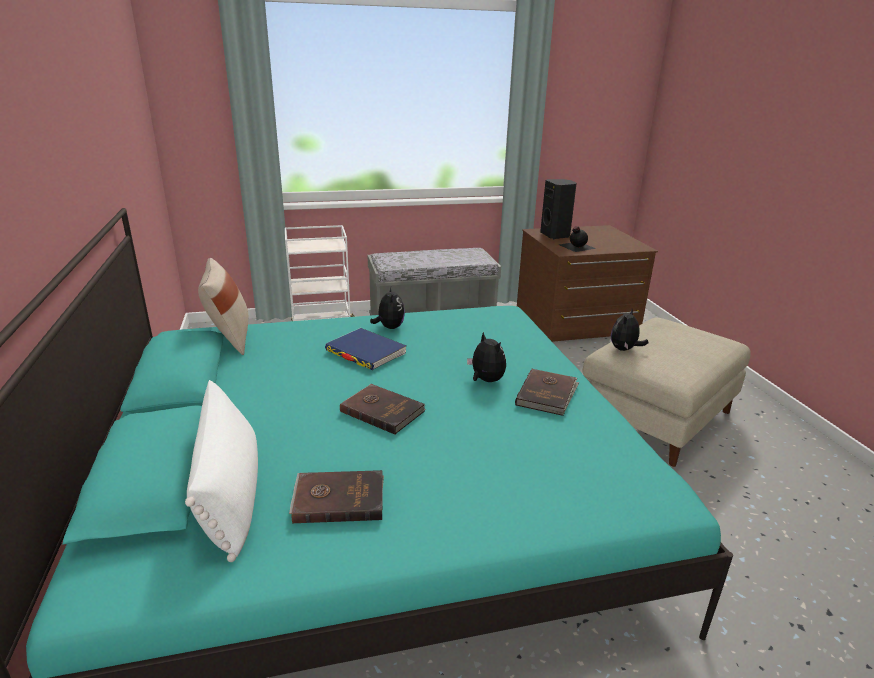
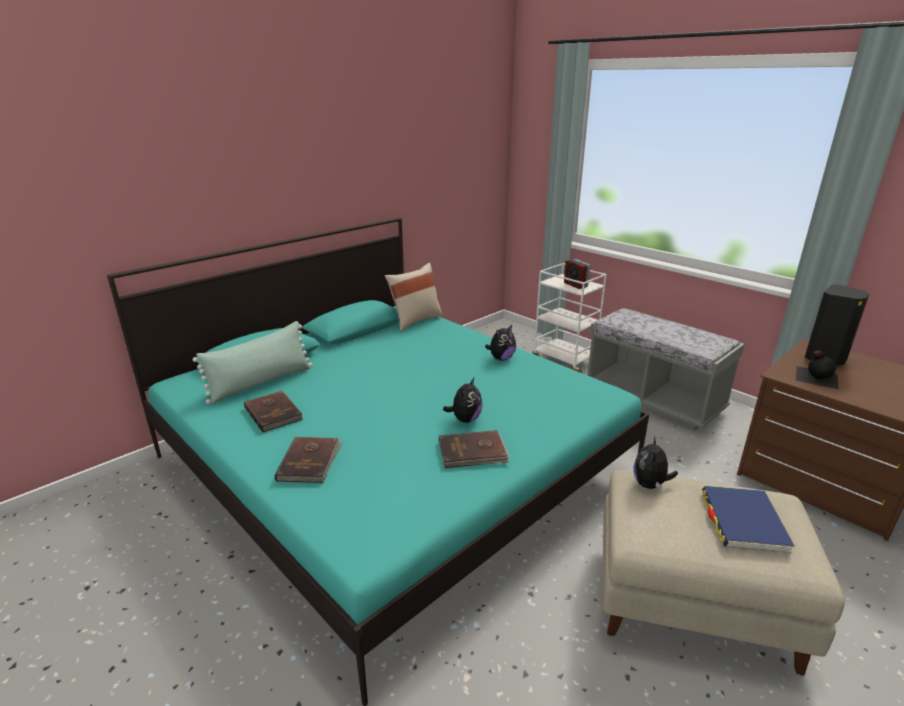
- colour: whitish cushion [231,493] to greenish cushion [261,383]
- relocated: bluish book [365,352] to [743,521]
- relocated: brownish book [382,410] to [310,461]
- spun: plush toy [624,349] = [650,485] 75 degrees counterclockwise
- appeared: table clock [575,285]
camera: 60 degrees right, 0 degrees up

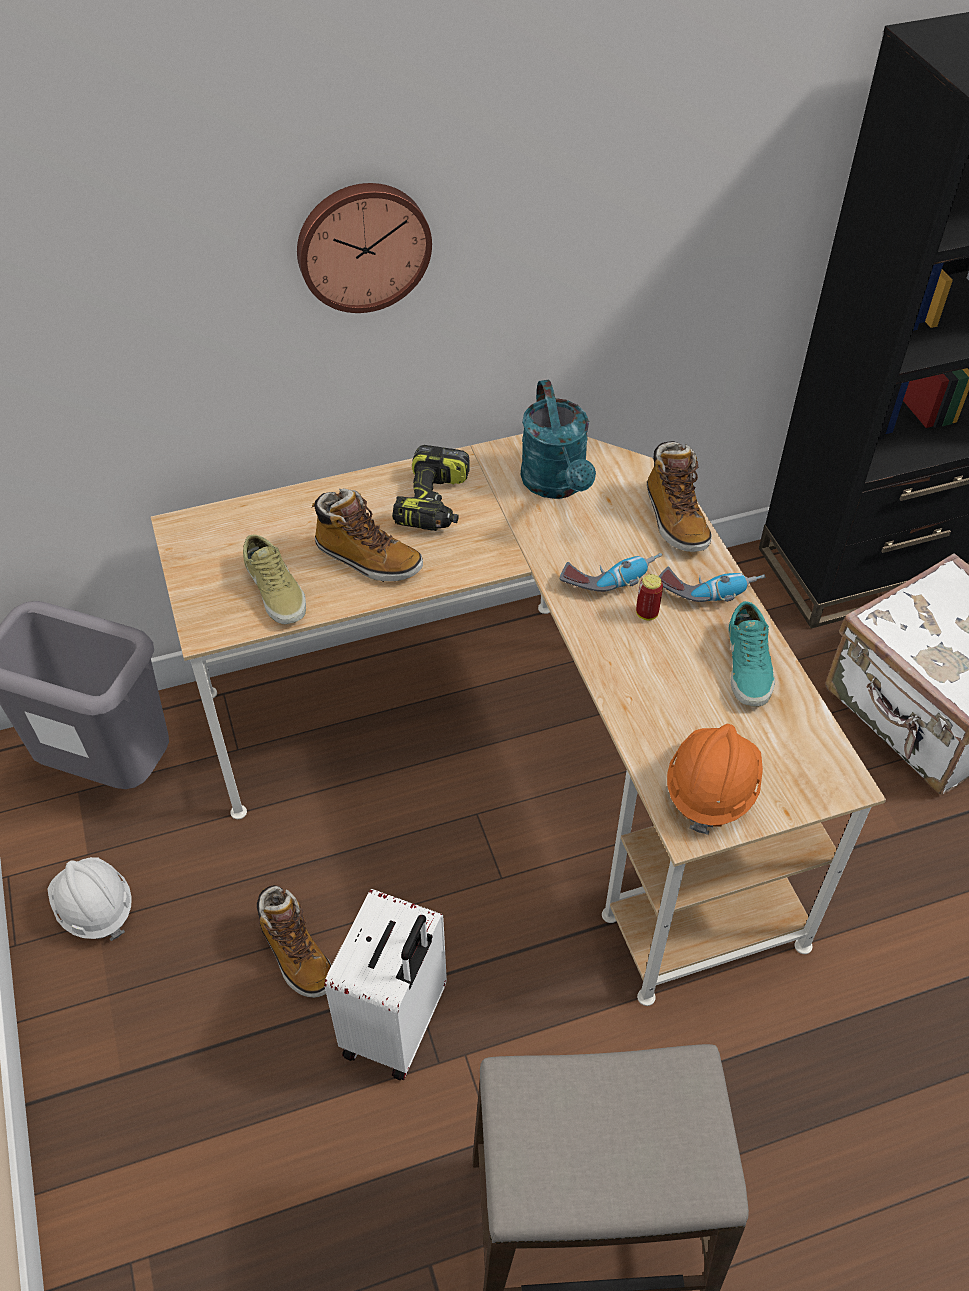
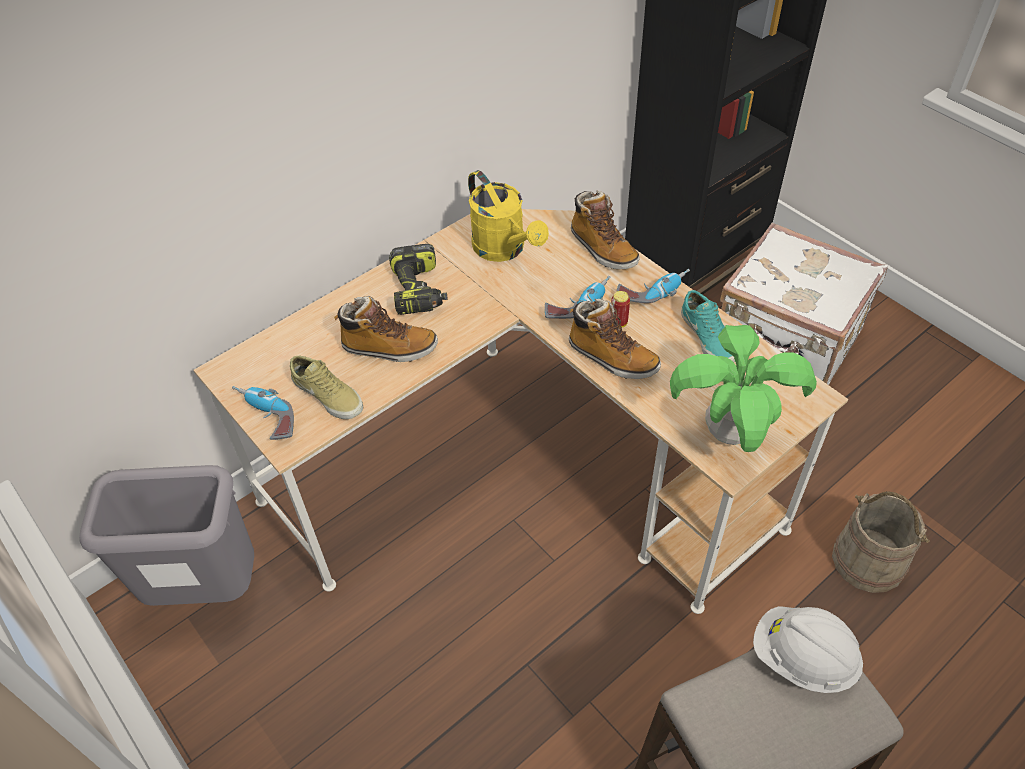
- relocated: whitish hard hat [94,908] to [802,658]
- relocated: boot [296,955] to [612,358]
- missing: wall clock [362,245]
- missing: whitish travel case [397,1025]
- colour: turquoise watering pot [557,485] to yellowish watering pot [505,249]
- exchanged: orangey hard hat [711,789] to houseplant [729,433]
- appeared: power drill [265,417]
- appeared: beige-coloured pail [869,560]
camera: 20 degrees left, 0 degrees up

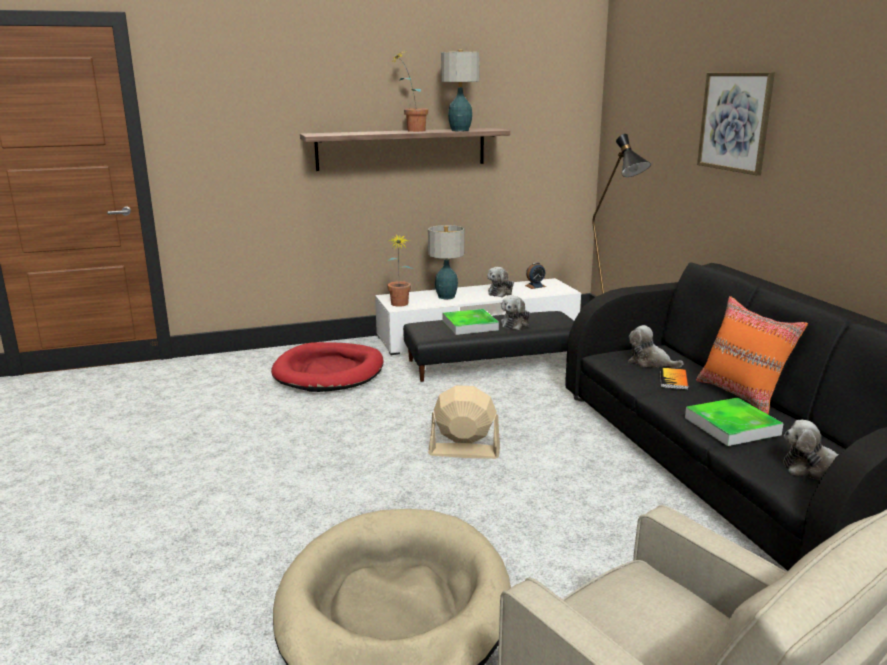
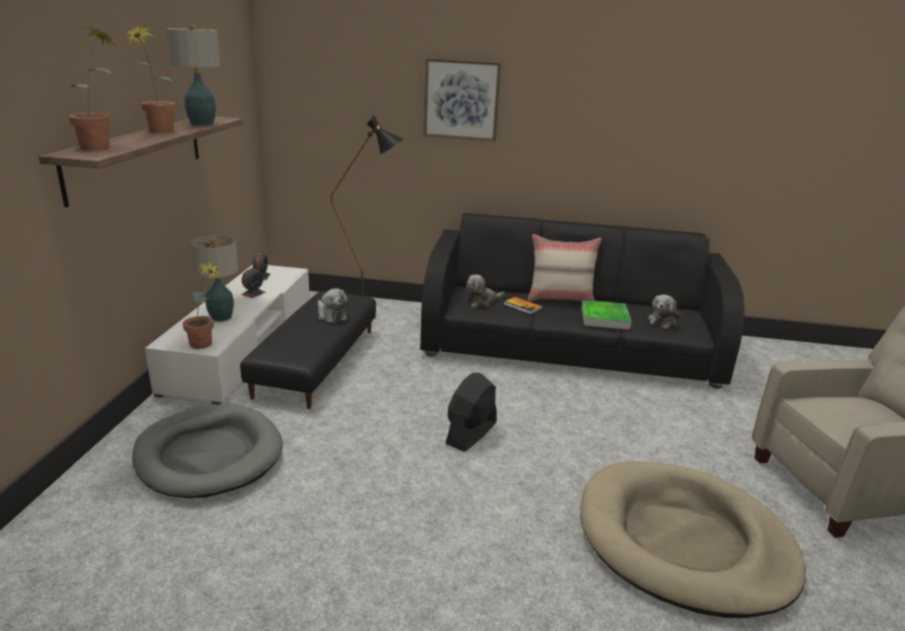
- colour: red dog bed [329,372] to greyish dog bed [209,455]
- colour: beige-coloured electric fan [463,451] to black-coloured electric fan [471,433]
- missing: tray [470,325]
- exchanged: plush toy [501,292] to table clock [253,293]
- colour: orangey cushion [741,395] to beige-coloured cushion [560,299]
- appeared: houseplant [102,146]
camera: 65 degrees left, 5 degrees up

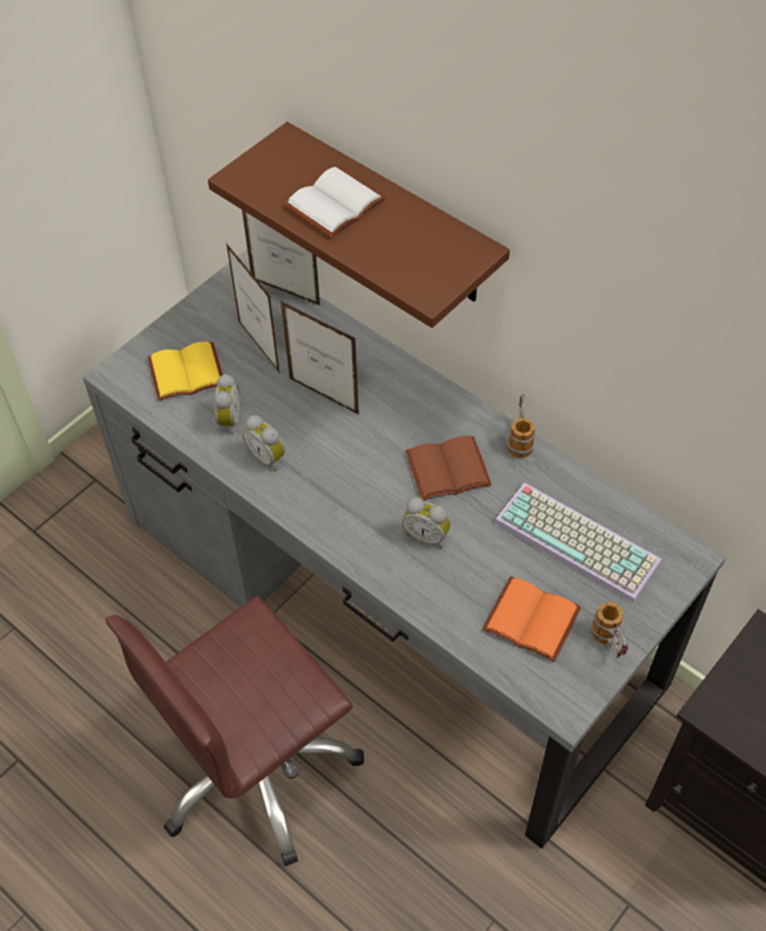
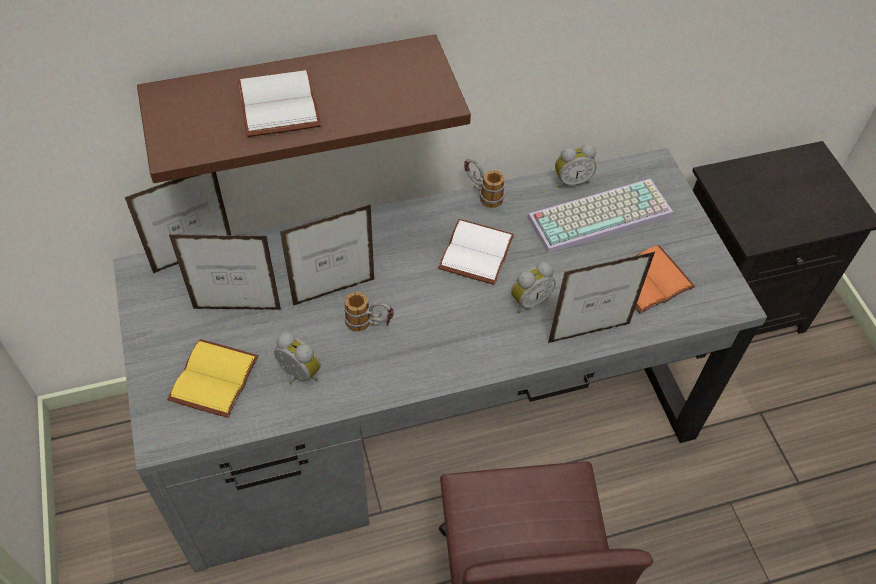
- relocated: table clock [268,457] to [571,181]
- colour: brownish book [448,467] to whitish book [474,251]
- relocated: coffee mug [609,643] to [369,324]
- appeared: picture frame [589,333]
camera: 60 degrees left, 0 degrees up

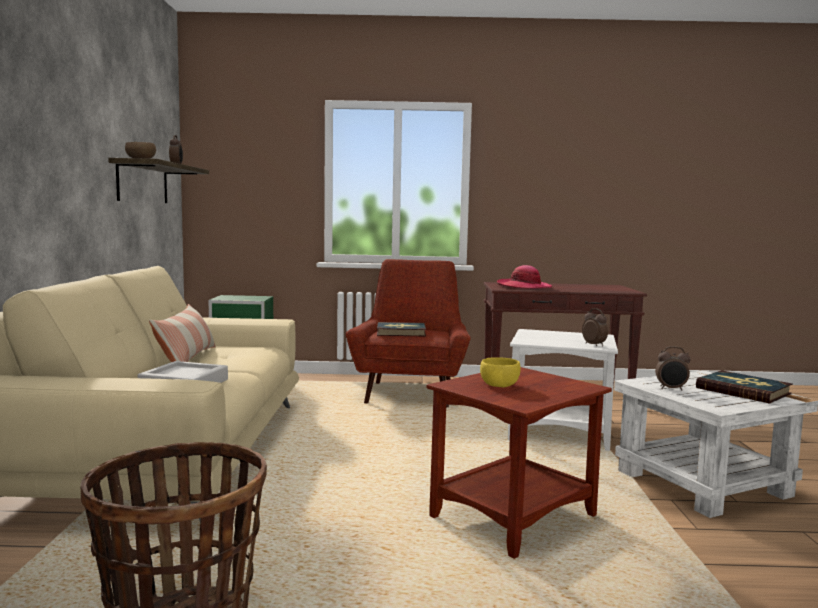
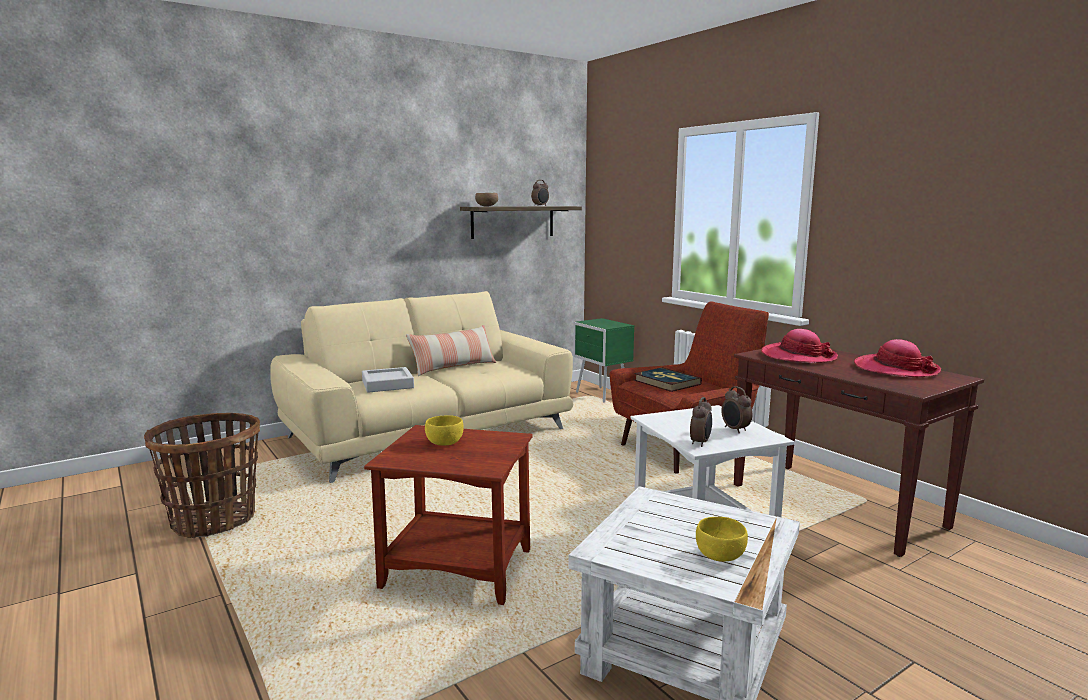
- relocated: table clock [671,389] to [735,430]
- exchanged: book [743,391] to yellowish deep dish [720,555]
- appeared: wearable hat [895,369]
camera: 55 degrees right, 5 degrees up

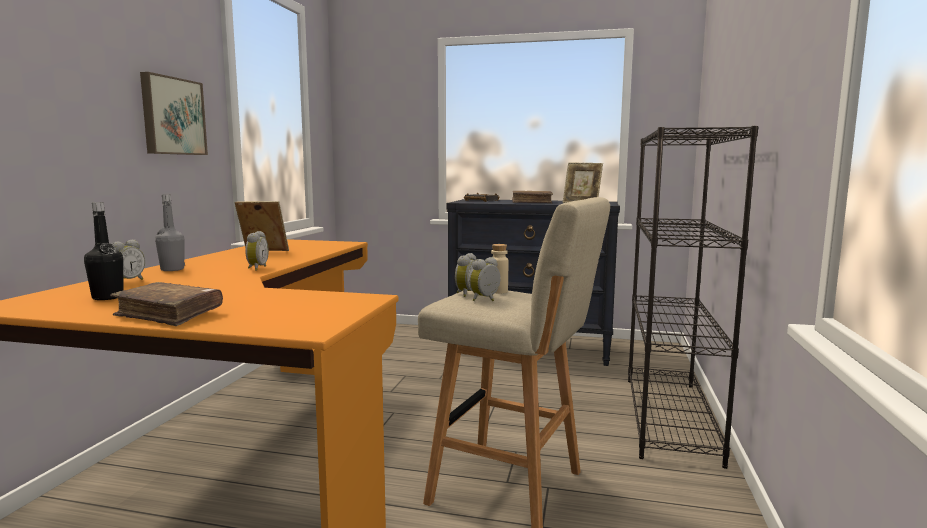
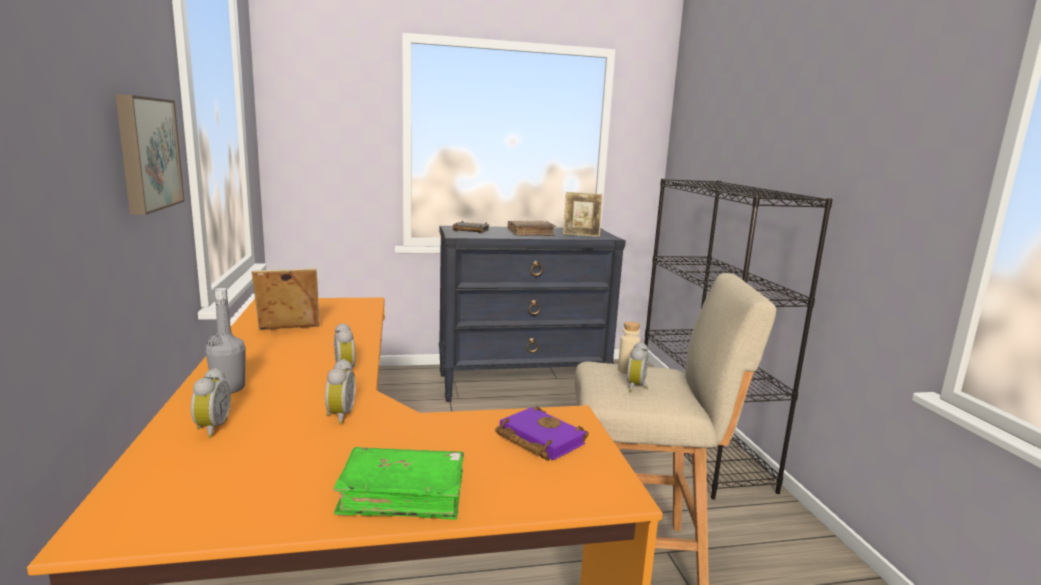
- missing: black-coloured bottle [107,297]
- colour: brownish book [169,314] to greenish book [403,495]
- relocated: table clock [465,294] to [338,416]
- appeared: purplish book [537,439]
camera: 25 degrees left, 5 degrees up

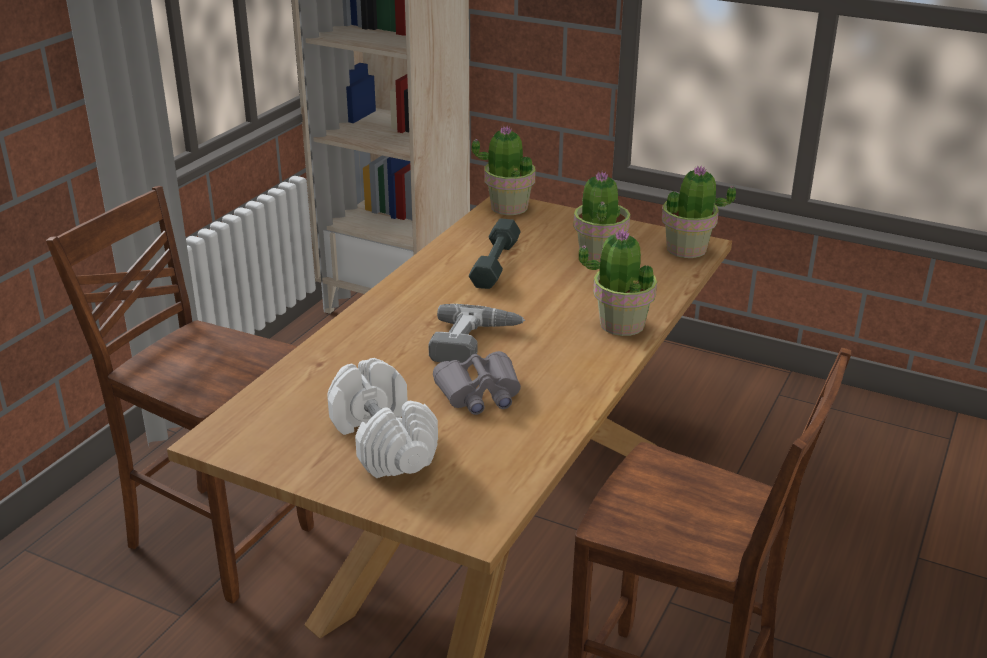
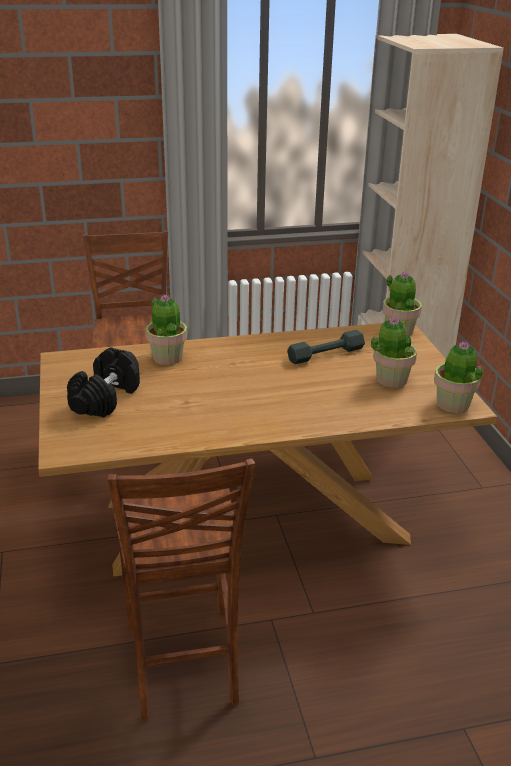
- colour: whitish dumbbell [384,442] to black-coloured dumbbell [106,399]
- missing: power drill [475,343]
- missing: greyish binoculars [479,394]
- relocated: houseplant [621,324] to [167,357]
camera: 50 degrees right, 0 degrees up

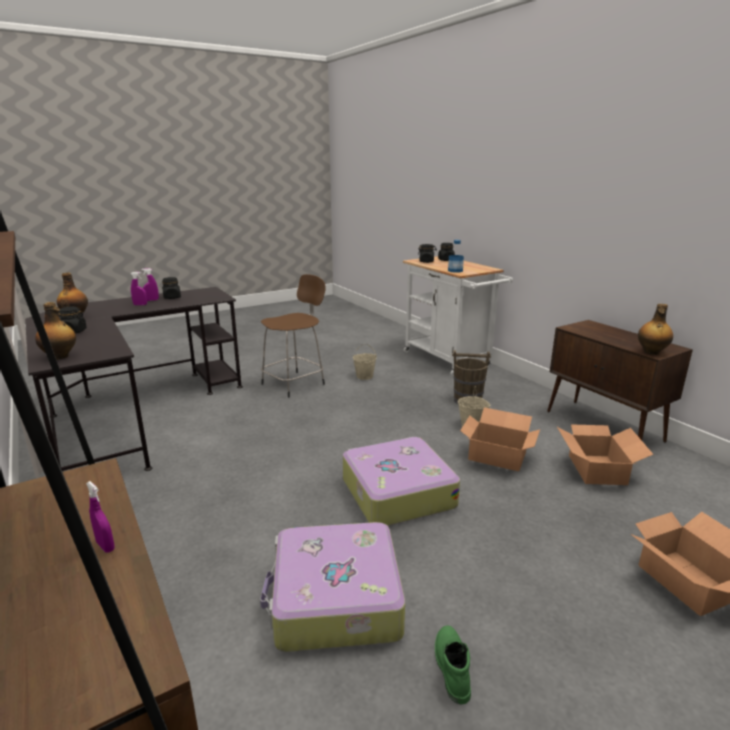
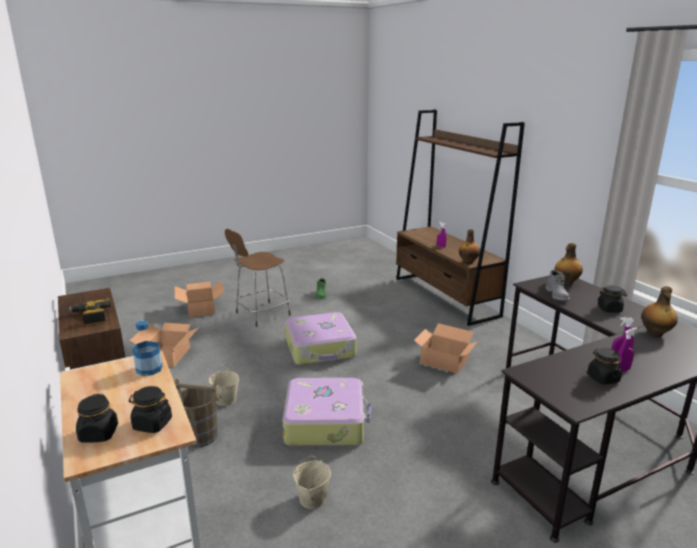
- relocated: travel case [335,599] to [326,422]
- relocated: brownish sitting stool [295,383] to [261,314]
- relocated: packing box [496,455] to [444,361]
- relocated: bottle [651,352] to [468,262]
- appeared: power drill [91,317]
- appeared: greyish boot [557,295]
camera: 175 degrees left, 0 degrees up

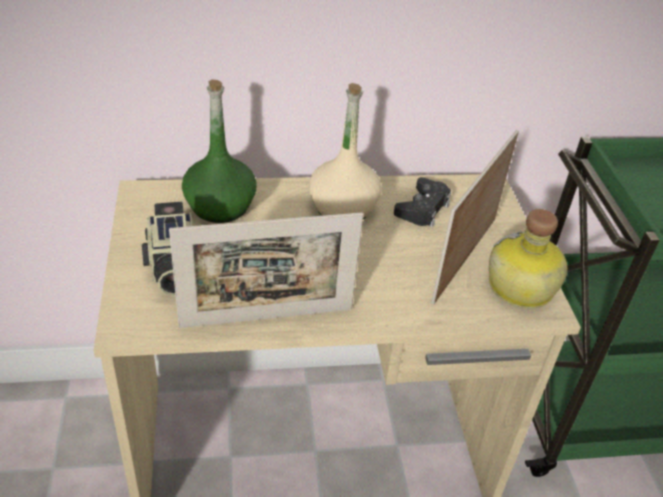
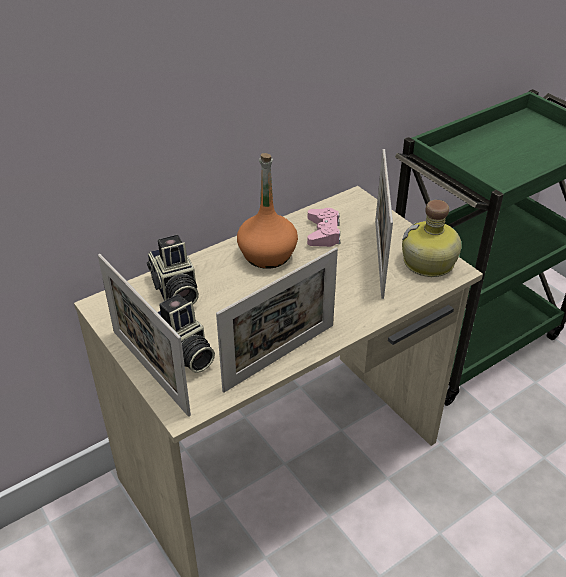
- exchanged: greenish bottle [220,206] to still camera [175,290]
- colour: beige-coloured bottle [343,208] to orangey bottle [267,254]
- colour: black-coloured joypad [422,208] to pinkish joypad [323,233]
- appeared: picture frame [150,371]
camera: 25 degrees left, 0 degrees up

